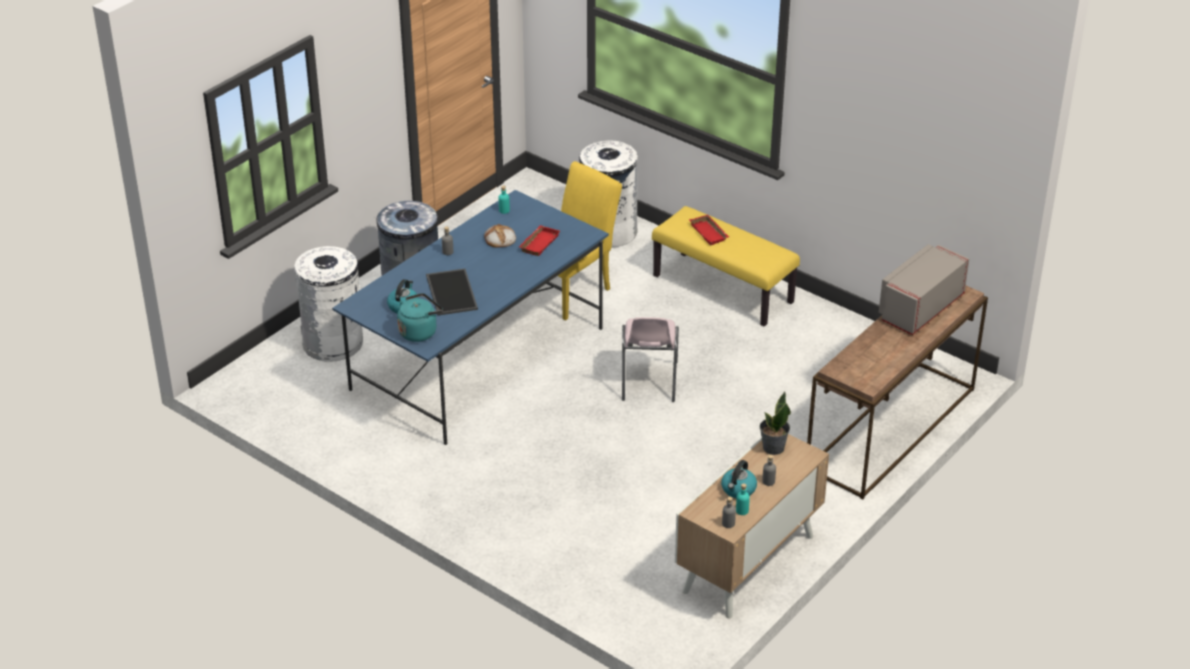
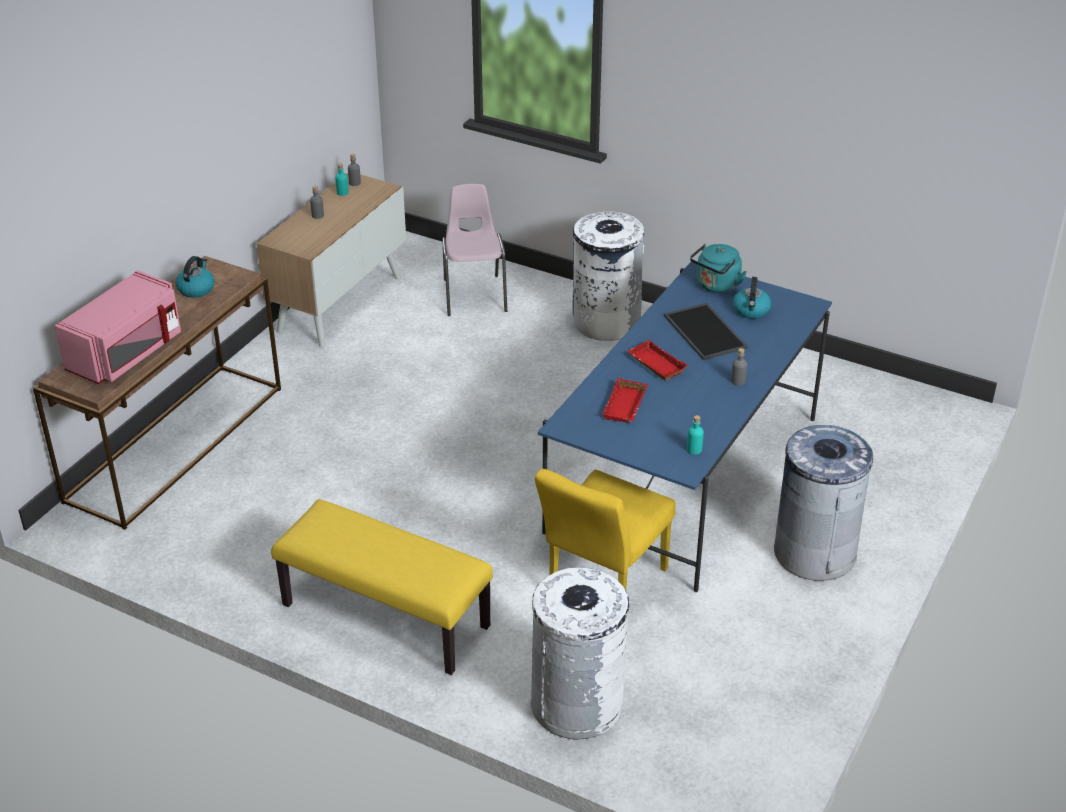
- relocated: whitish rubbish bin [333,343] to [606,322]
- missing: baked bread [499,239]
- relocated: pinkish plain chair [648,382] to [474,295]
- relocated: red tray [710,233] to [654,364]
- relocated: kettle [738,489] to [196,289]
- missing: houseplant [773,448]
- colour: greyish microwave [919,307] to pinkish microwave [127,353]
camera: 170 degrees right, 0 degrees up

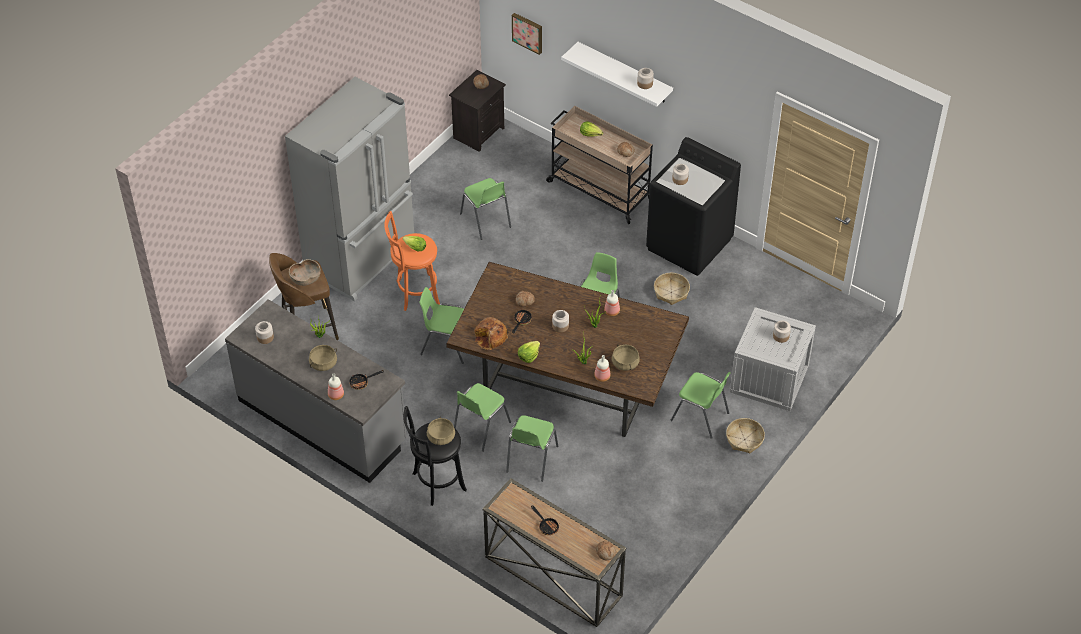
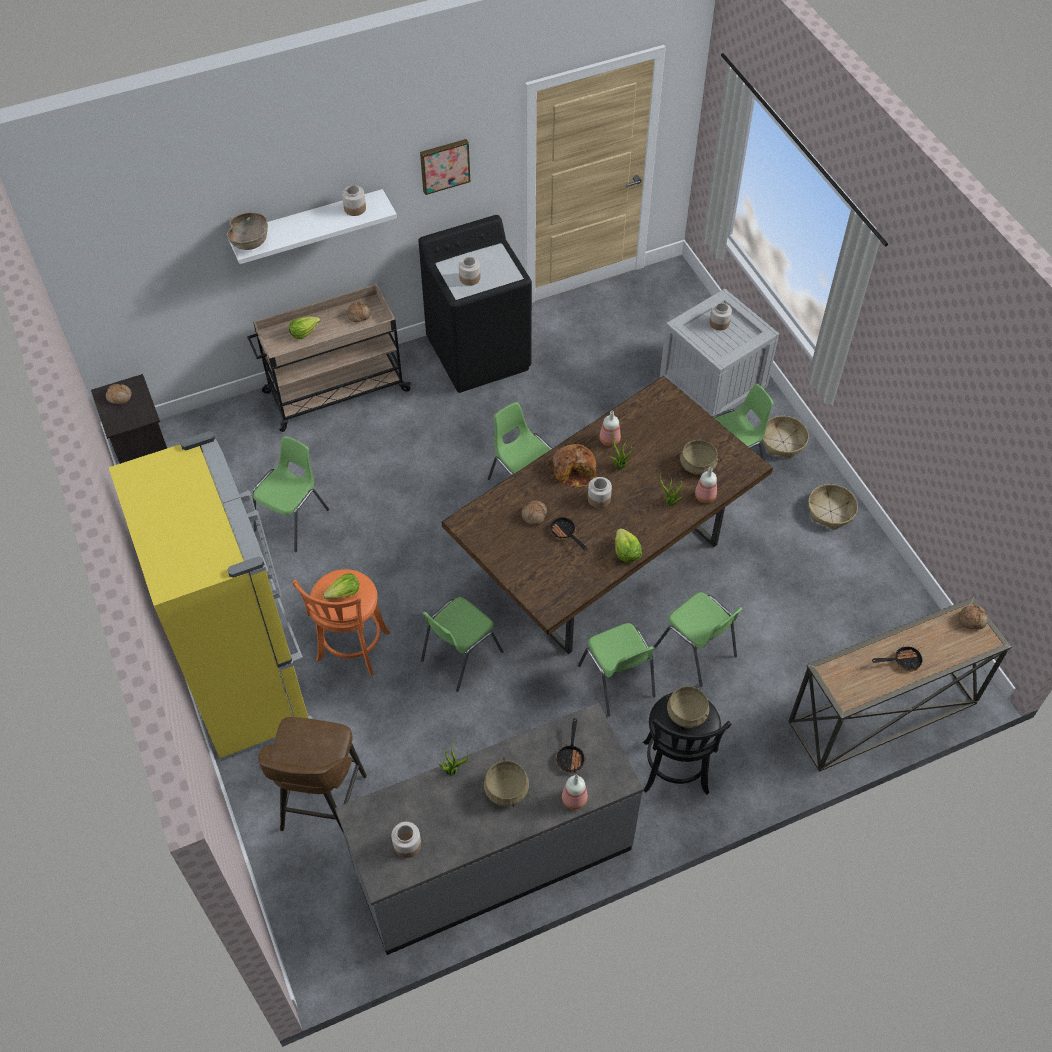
- colour: greyish refrigerator [363,258] to yellowish refrigerator [249,681]
- relocated: brownish deep dish [306,279] to [250,242]
- spun: greenish plain chair [486,220] = [293,520] 60 degrees counterclockwise
- relocated: baked bread [490,337] to [575,470]
- relocated: wall art [528,32] to [444,165]
- relocated: basket [671,292] to [830,511]
camera: 60 degrees left, 5 degrees up

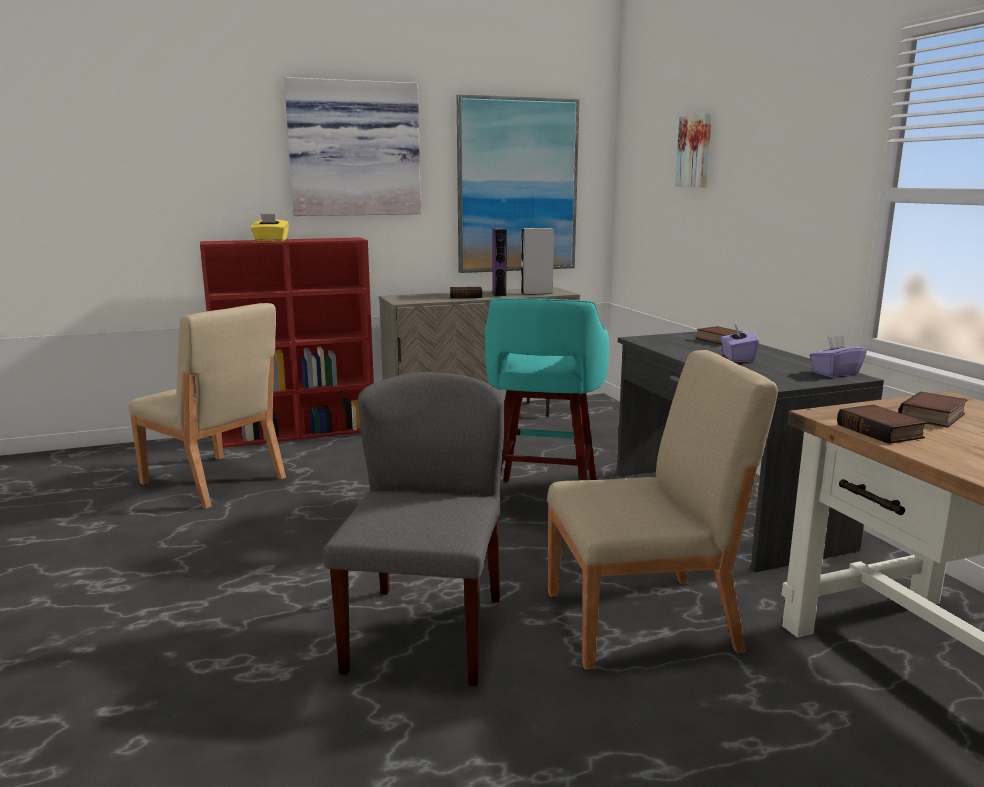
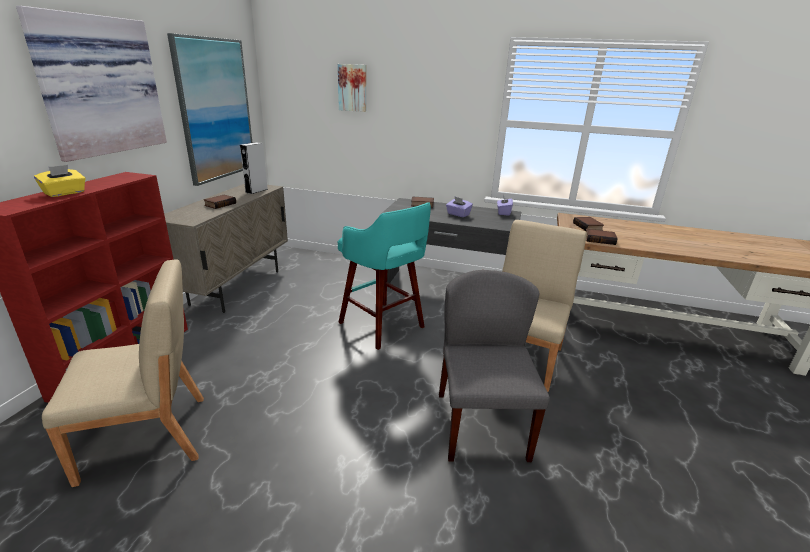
- spun: greyish plain chair [425,632] = [480,424] 45 degrees clockwise
- missing: purplish speaker [499,293]
camera: 55 degrees left, 10 degrees up

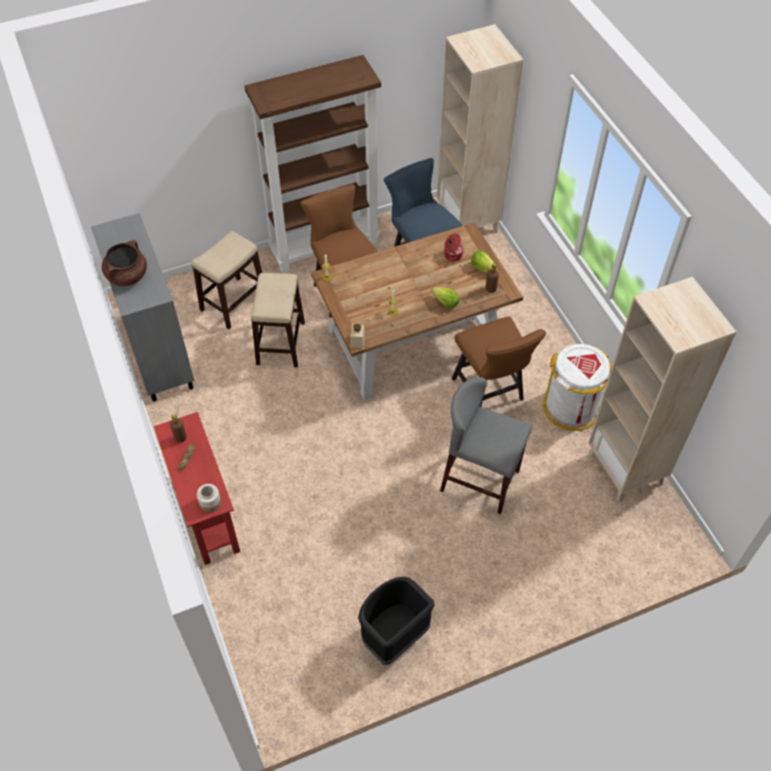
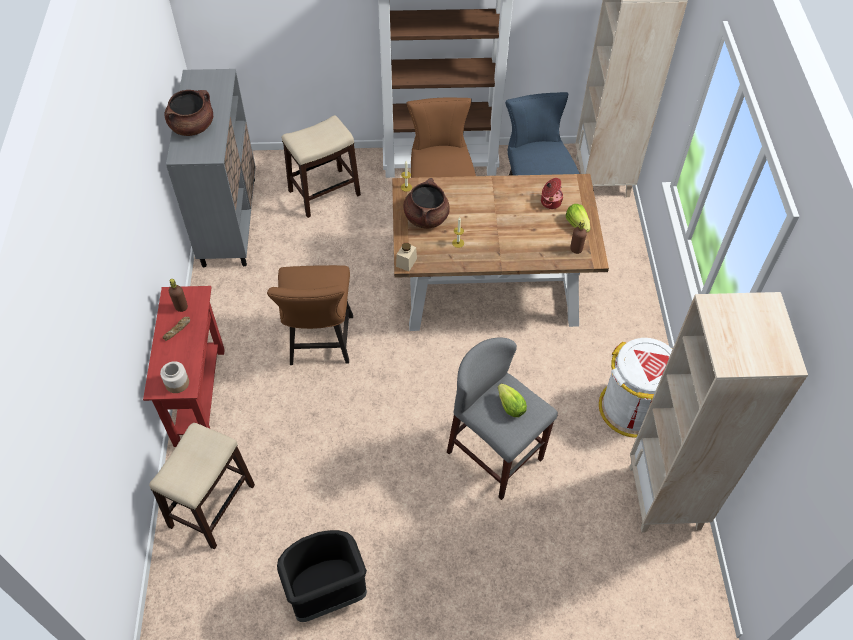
- relocated: sitting stool [280,343] to [211,506]
- relocated: head of lettuce [445,303] to [510,407]
- relocated: brownish plain chair [491,392] to [320,345]
- appeared: brownish cooking pot [426,217]
camera: 20 degrees right, 0 degrees up

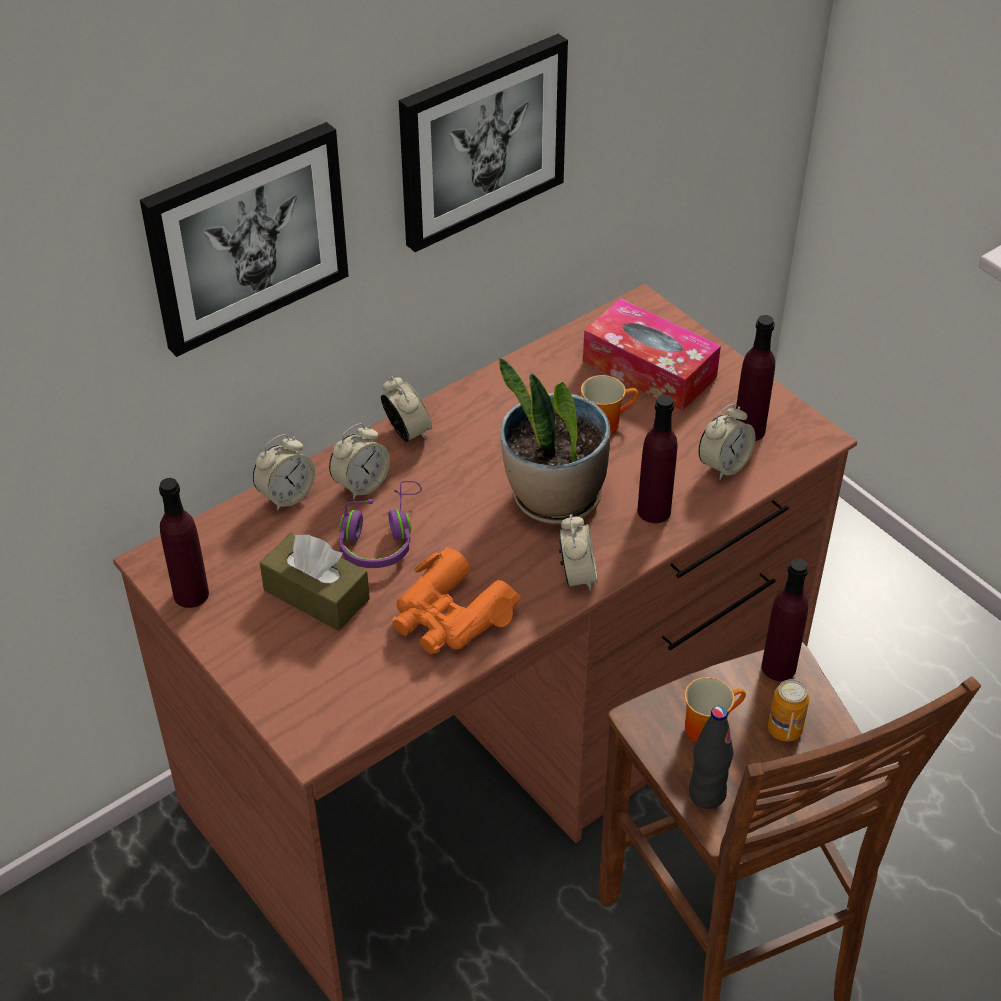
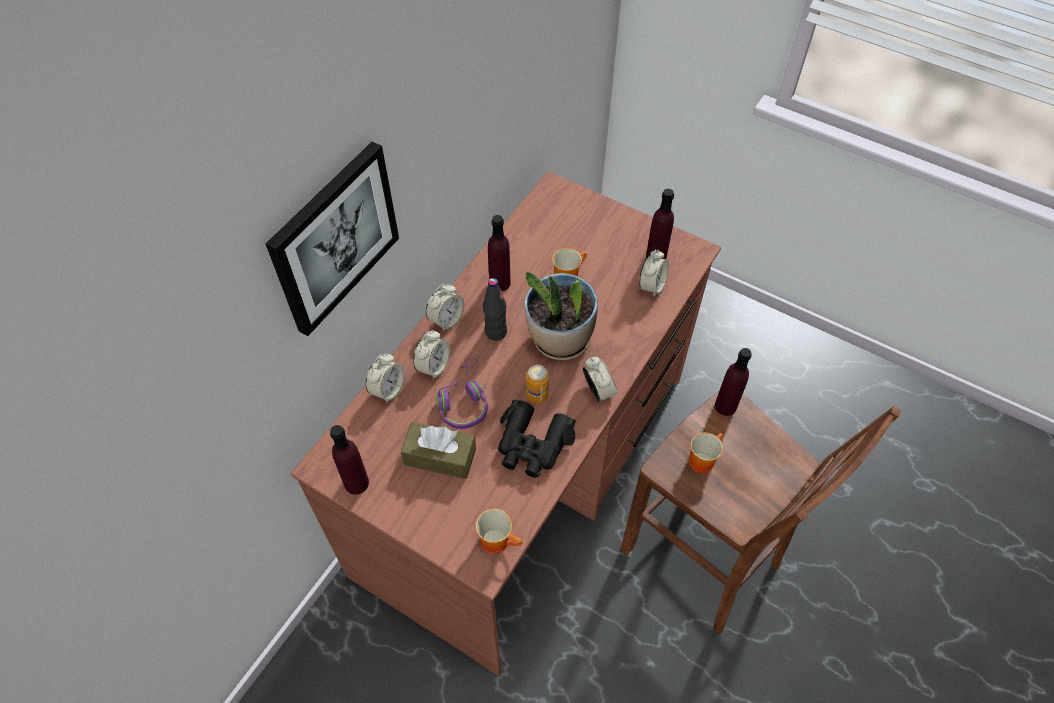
- spun: table clock [407,432] = [446,320] 90 degrees clockwise
- colour: orangey binoculars [450,616] to black-coloured binoculars [532,445]
- missing: wall art [481,140]
- missing: tissue holder [649,369]
- relocated: purplish bottle [654,511] to [500,283]
- relocated: black-coloured bottle [706,794] to [495,332]
- relocated: metal can [784,729] to [537,394]
- appeared: coffee mug [499,539]
camera: 20 degrees left, 10 degrees up

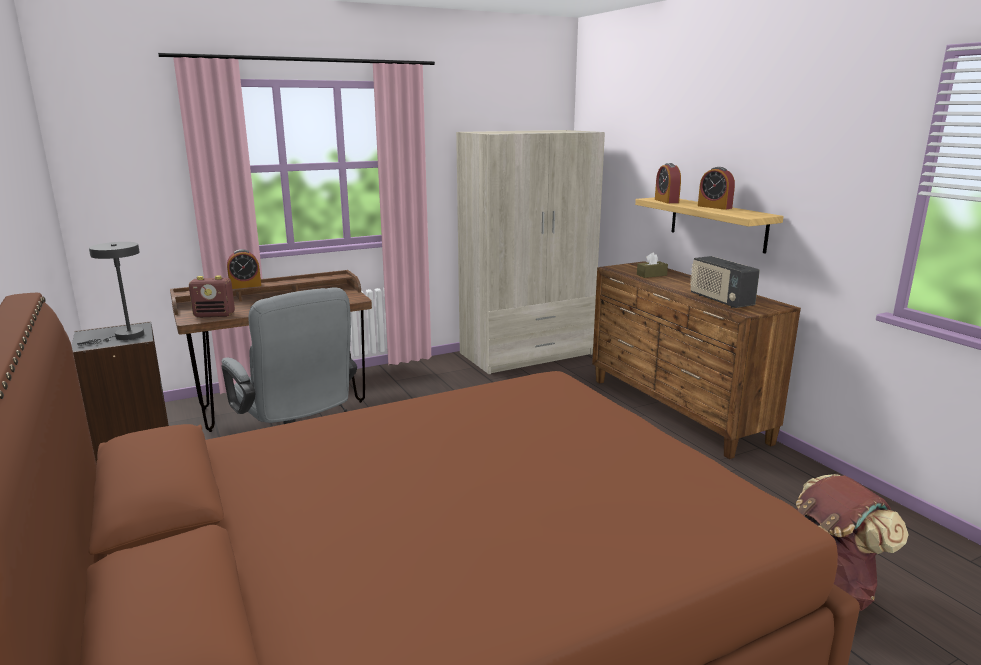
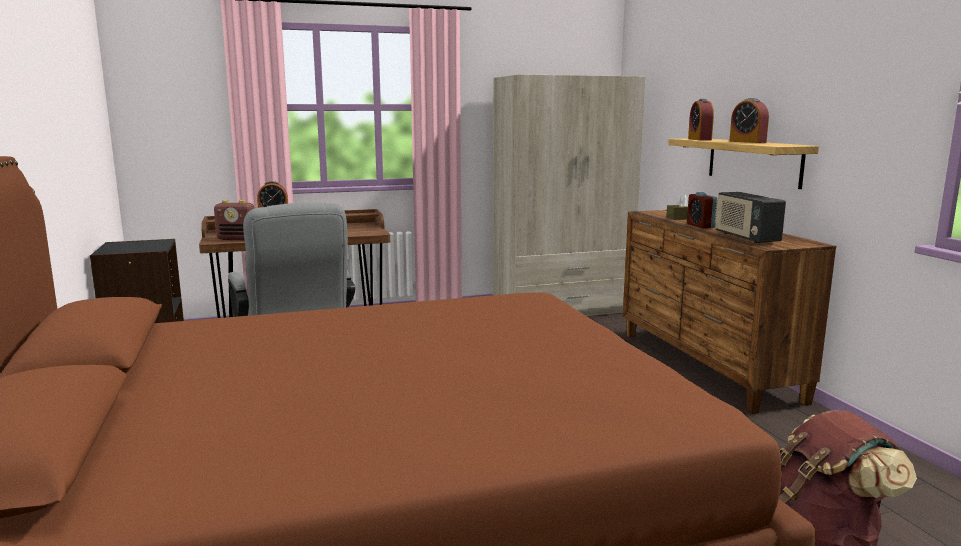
- missing: greyish table lamp [124,337]
- appeared: table clock [700,226]
camera: 10 degrees right, 5 degrees down

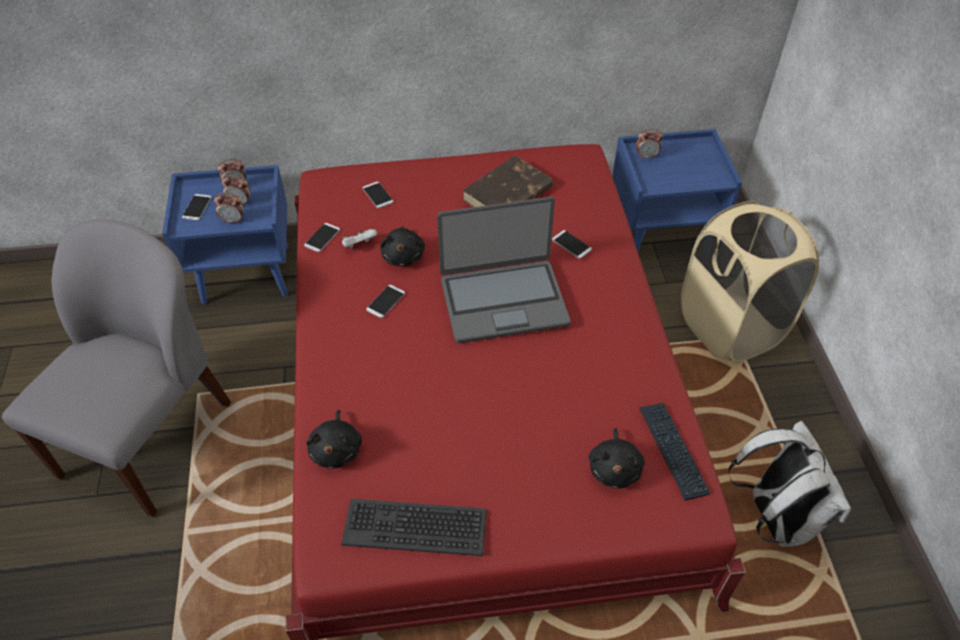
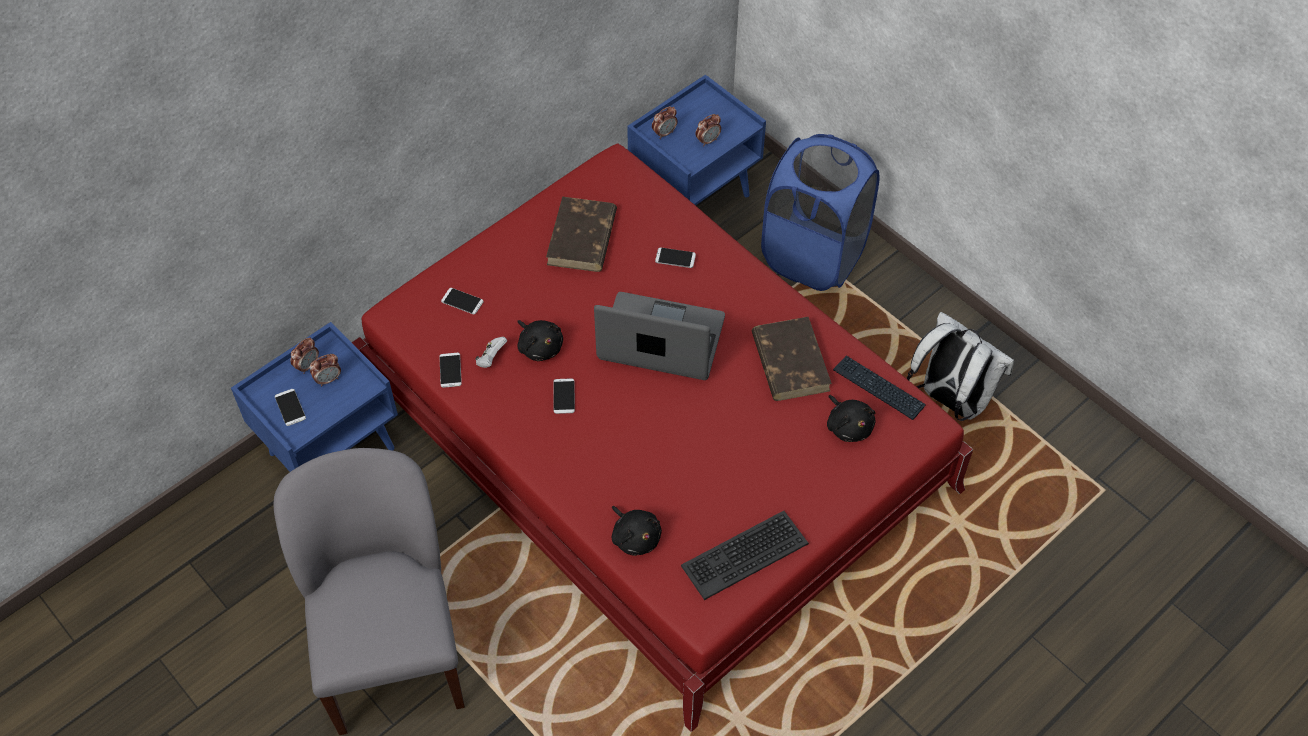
- relocated: table clock [233,220] to [708,141]
- spun: portable computer [503,300] = [661,340] 120 degrees counterclockwise
- colour: beige-coloured hamper [730,327] to bluish hamper [813,256]
- appeared: brownish book [790,361]
camera: 35 degrees left, 5 degrees up

